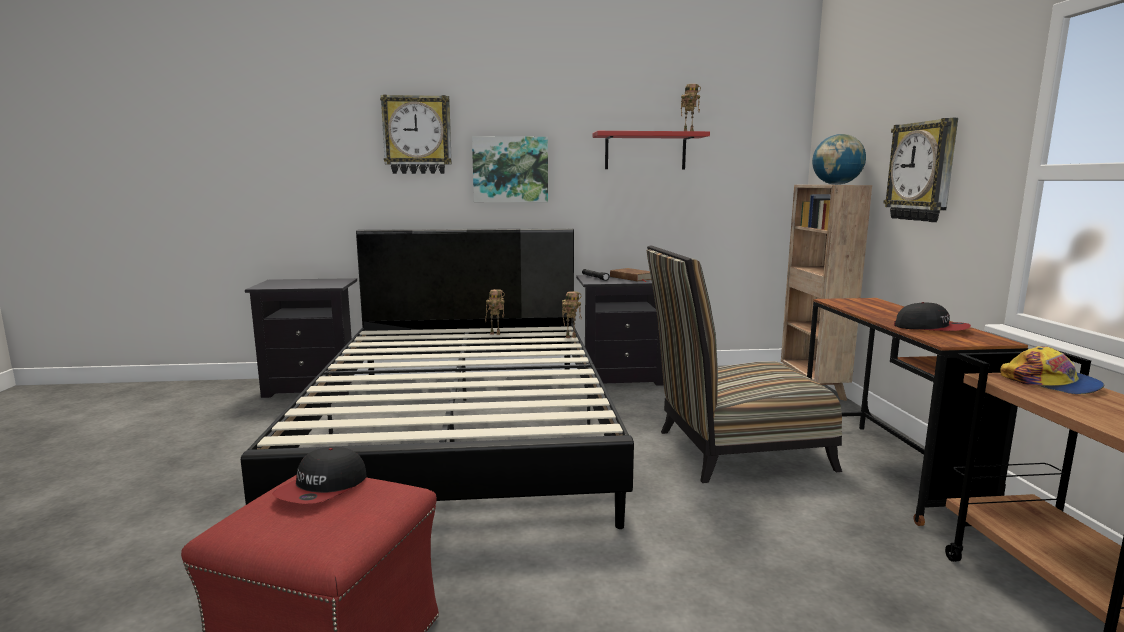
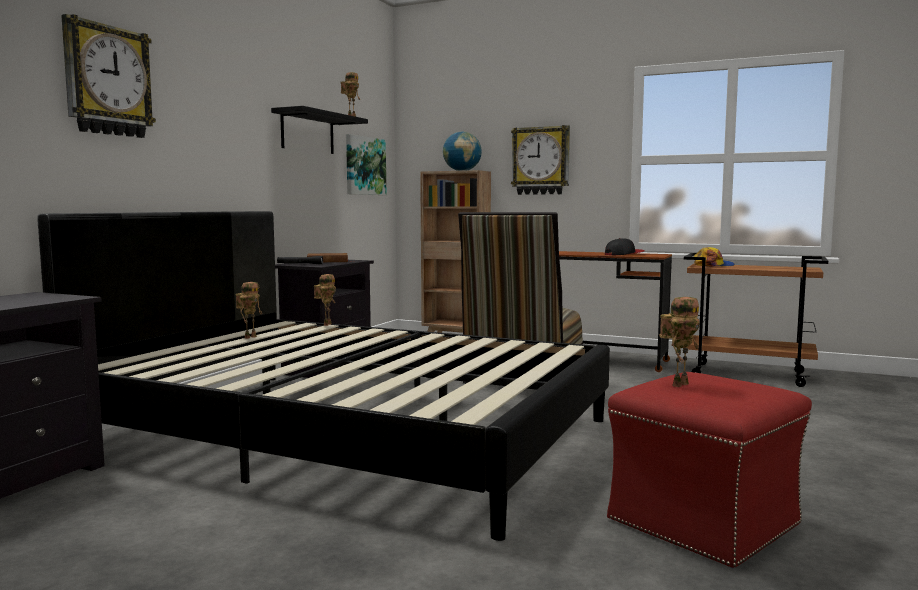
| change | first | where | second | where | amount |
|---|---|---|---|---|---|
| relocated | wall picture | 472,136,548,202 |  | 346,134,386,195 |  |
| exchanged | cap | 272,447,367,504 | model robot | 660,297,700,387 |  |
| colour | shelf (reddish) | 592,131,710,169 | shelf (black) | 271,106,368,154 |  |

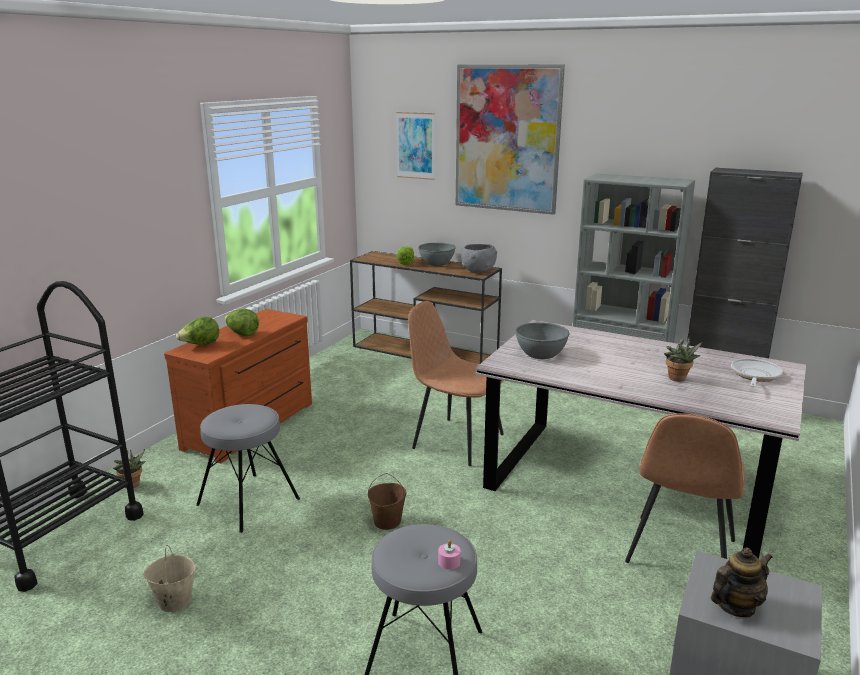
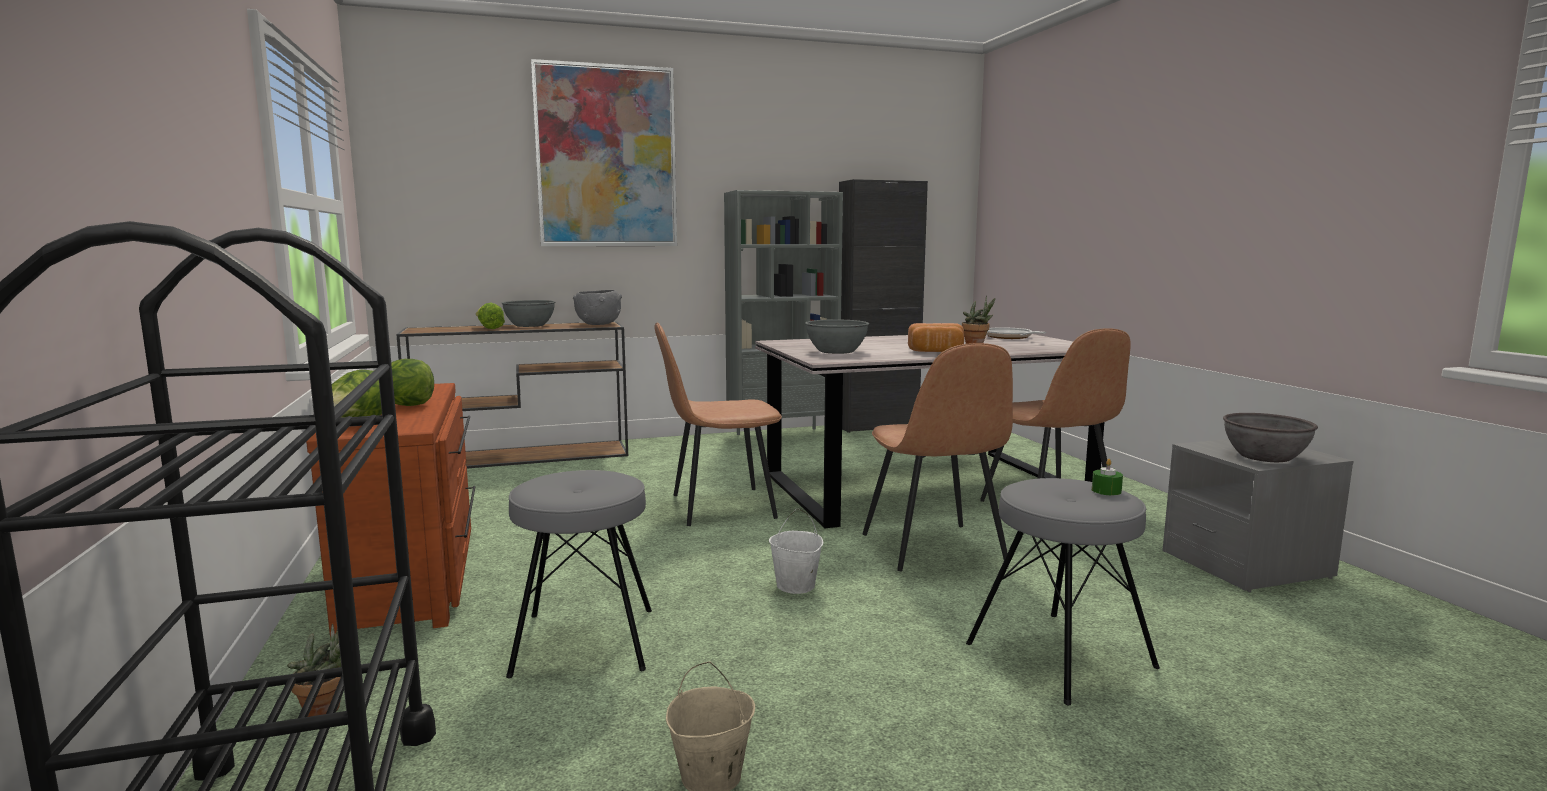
| change | first | where | second | where | amount |
|---|---|---|---|---|---|
| missing | wall picture | 396,112,434,180 |  |  |  |
| appeared |  |  | chair (brown-coloured) | 863,343,1013,572 |  |
| appeared |  |  | baked bread | 908,323,964,352 |  |
| exchanged | tea pot | 711,547,773,617 | serving bowl (grey) | 1223,413,1318,462 |  |
| colour | water bucket (brown-coloured) | 368,473,406,530 | water bucket (whitish) | 769,508,823,594 |  |
| colour | wax candle (pink) | 438,540,460,570 | wax candle (green) | 1092,459,1123,495 |  |

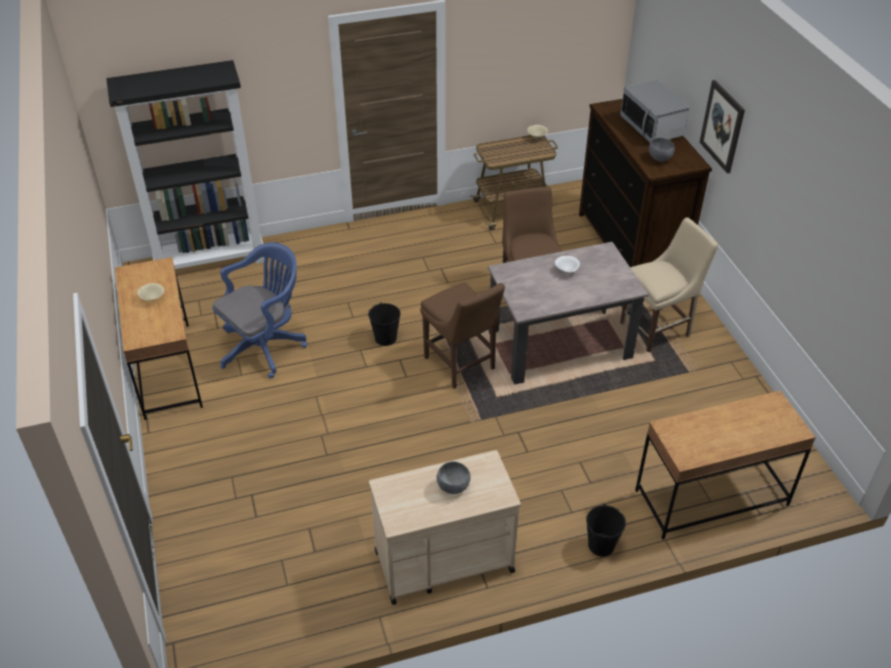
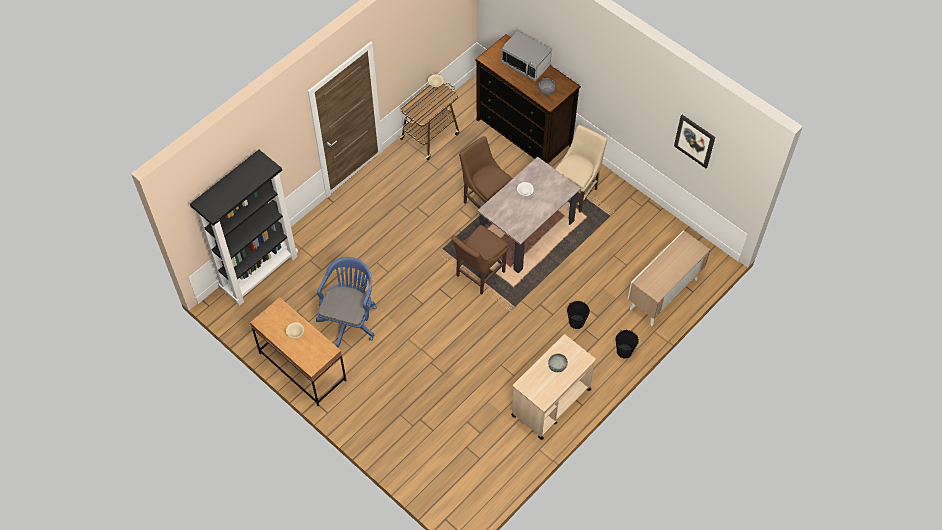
| change | first | where | second | where | amount |
|---|---|---|---|---|---|
| relocated | water bucket (black) | 368,302,400,346 |  | 567,301,590,329 |  |
| relocated | wall picture | 699,80,745,174 |  | 674,115,715,168 |  |
| exchanged | desk unit (brown-coloured) | 635,391,816,540 | cupboard | 628,230,710,326 |  |
| spun | chair (brown-coloured) | 420,282,505,389 |  | 451,225,508,295 | 105 degrees clockwise |

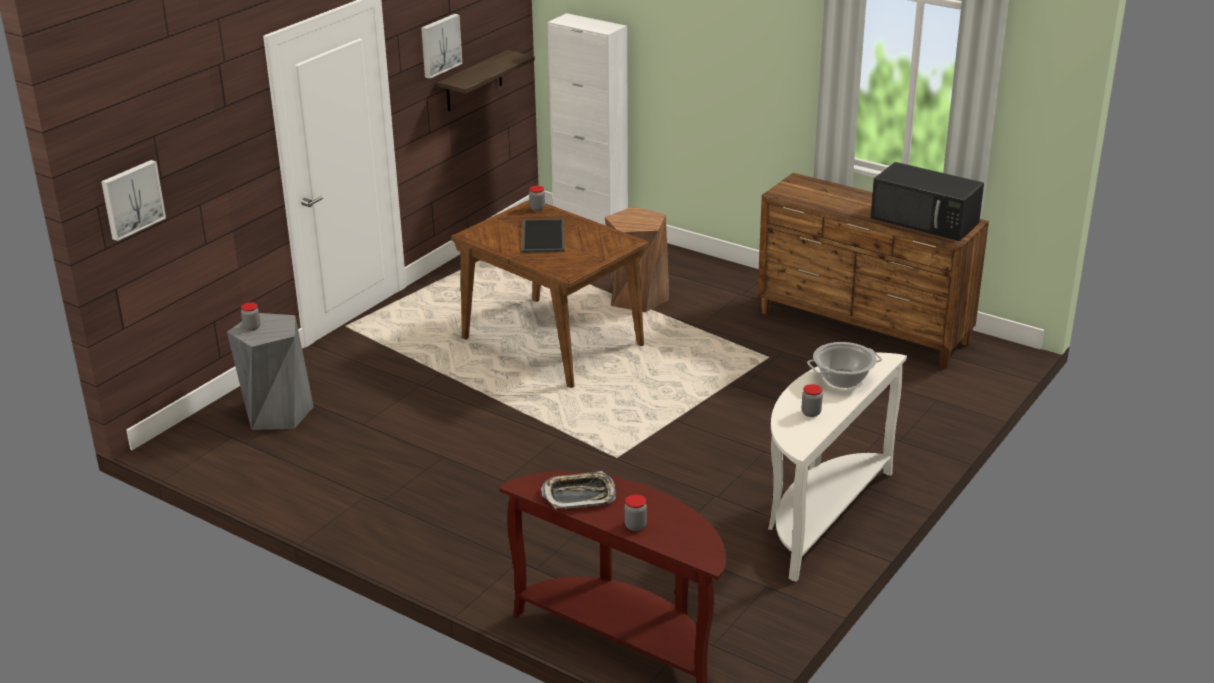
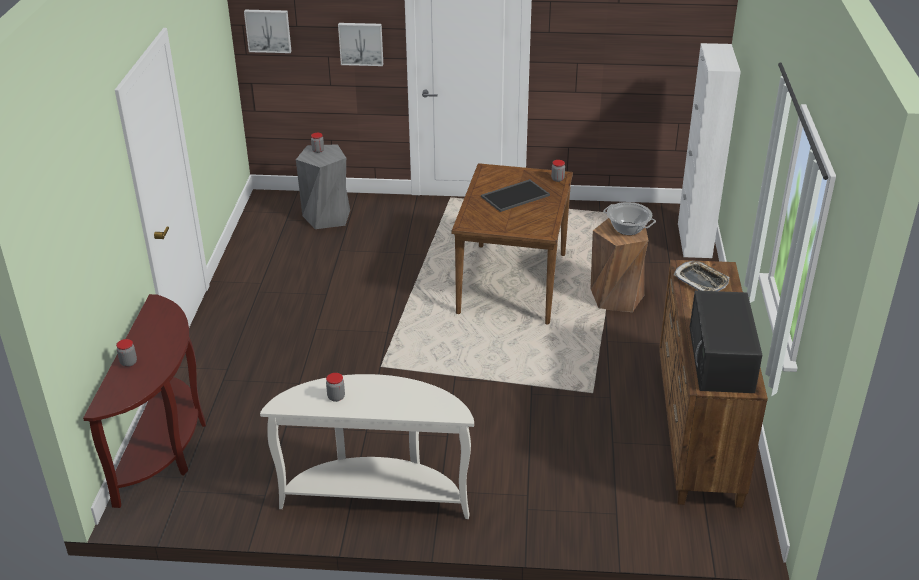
| change | first | where | second | where | amount |
|---|---|---|---|---|---|
| missing | shelf | 438,50,535,111 |  |  |  |
| relocated | wall picture | 421,14,462,79 |  | 338,23,383,66 |  |
| relocated | serving tray | 541,471,616,509 |  | 674,261,729,291 |  |
| relocated | stockpot | 807,342,882,388 |  | 603,202,656,235 |  |

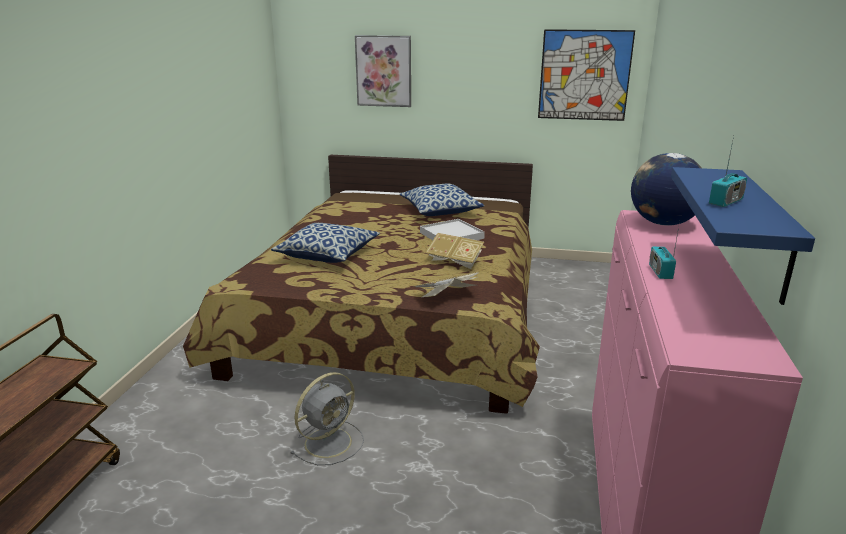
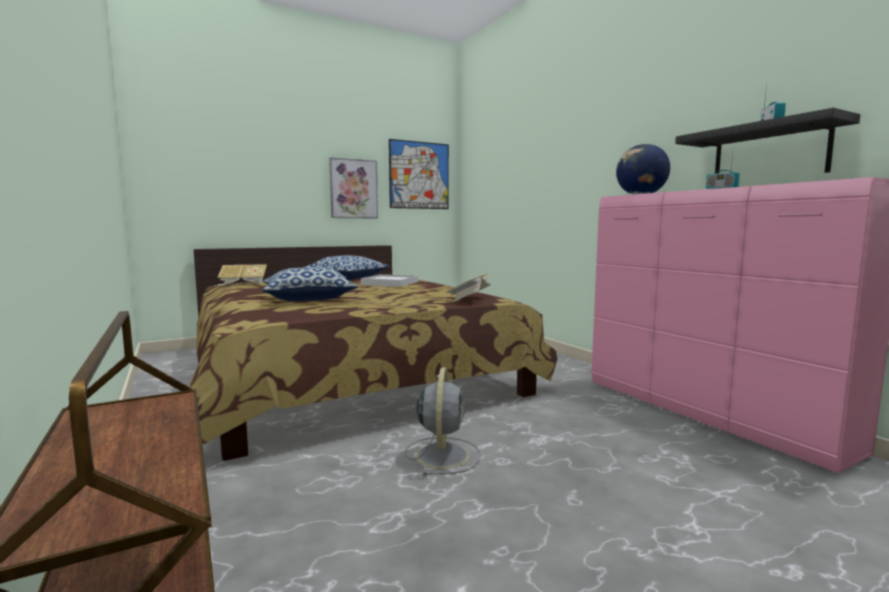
| change | first | where | second | where | amount |
|---|---|---|---|---|---|
| relocated | wall picture | 355,35,411,107 |  | 329,157,378,219 |  |
| relocated | book | 425,233,484,269 |  | 217,264,267,285 |  |
| colour | shelf (blue-coloured) | 671,167,815,305 | shelf (black) | 675,108,860,174 |  |

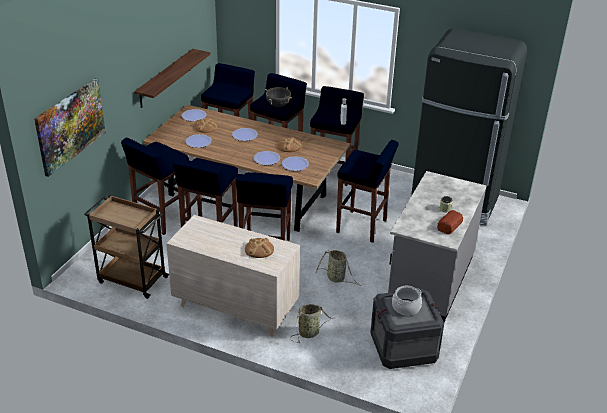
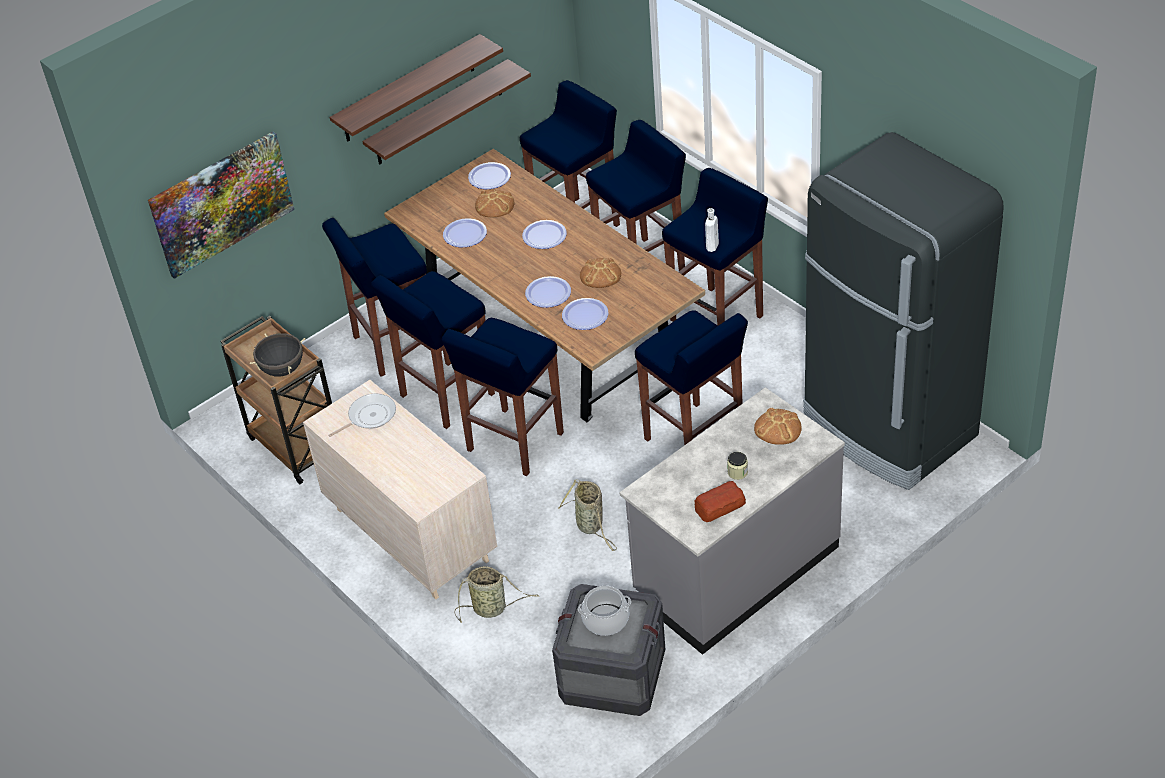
| change | first | where | second | where | amount |
|---|---|---|---|---|---|
| appeared |  |  | skillet | 328,394,396,437 |  |
| appeared |  |  | shelf | 330,34,503,141 |  |
| relocated | baked bread | 245,238,274,258 |  | 754,408,802,445 |  |
| relocated | stockpot (black) | 265,87,291,107 |  | 250,333,305,377 |  |

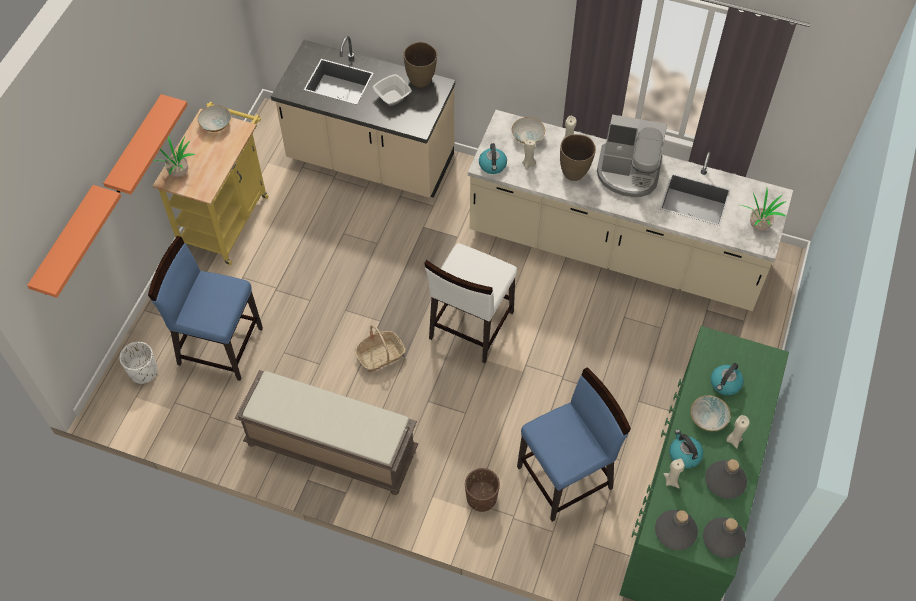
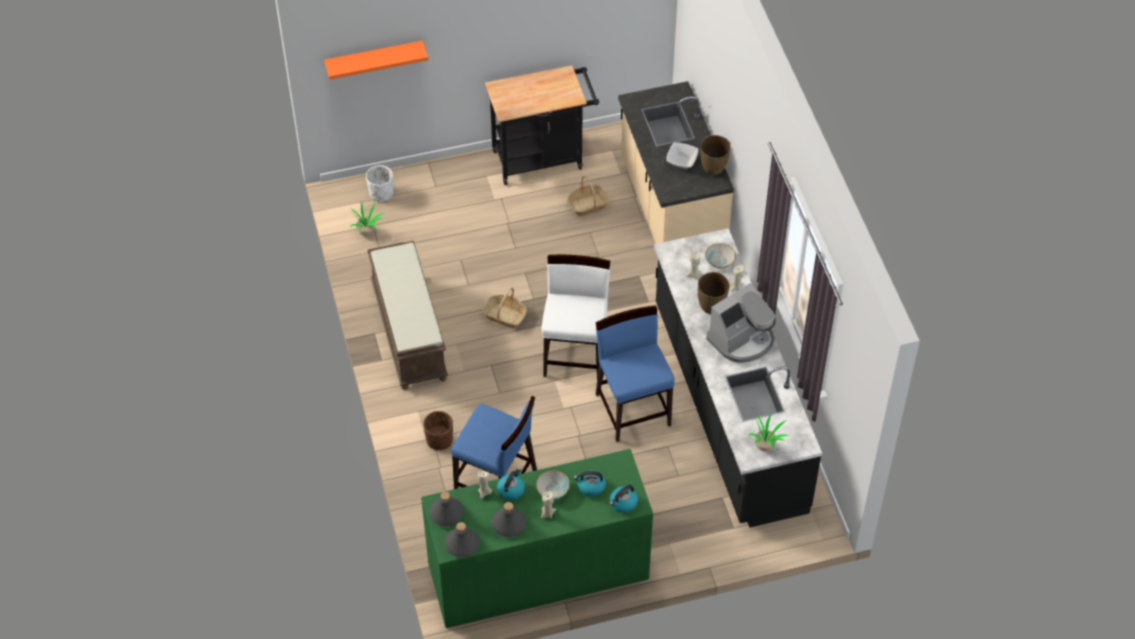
| change | first | where | second | where | amount |
|---|---|---|---|---|---|
| missing | shelf (orange) | 103,94,188,194 |  |  |  |
| missing | serving bowl | 198,105,231,132 |  |  |  |
| appeared |  |  | storage basket | 567,176,610,216 |  |
| relocated | chair (blue-coloured) | 148,236,263,381 |  | 596,305,675,442 |  |
| relocated | houseplant | 153,136,196,177 |  | 350,202,384,236 |  |
| relocated | kettle | 479,143,507,174 |  | 609,485,638,513 |  |
| colour | cart (yellow-coloured) | 153,102,269,265 | cart (black) | 485,65,599,185 |  |
| colour | kitchen counter (beige-coloured) | 468,110,793,311 | kitchen counter (black) | 654,228,822,528 |  |
| spun | chair (whitish) | 424,243,517,363 |  | 541,255,610,378 | 105 degrees clockwise |
| spun | coffee brewer | 597,114,667,197 |  | 706,283,776,363 | 105 degrees counterclockwise |

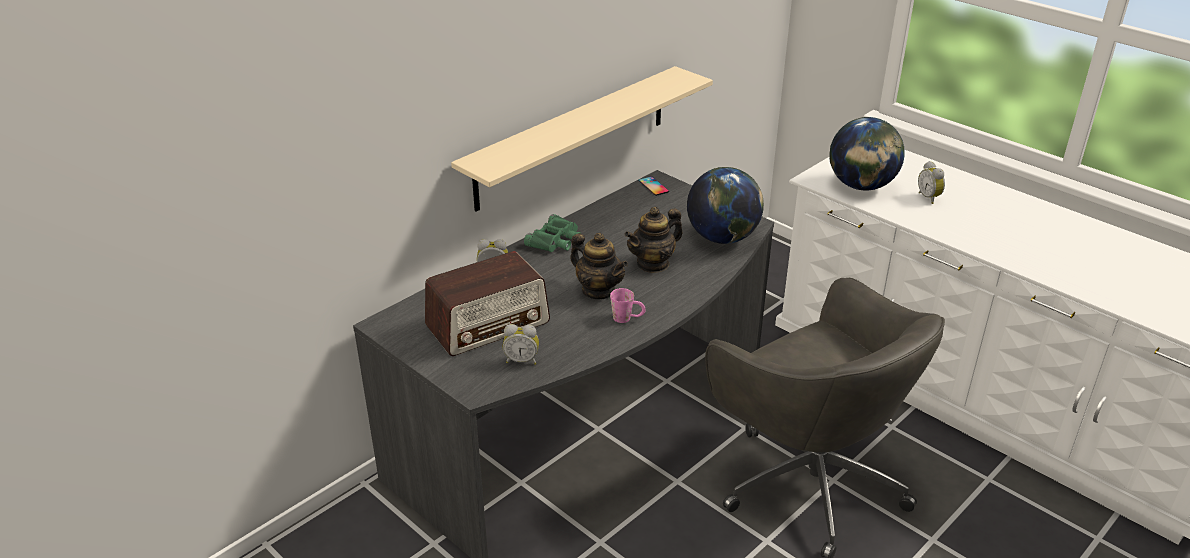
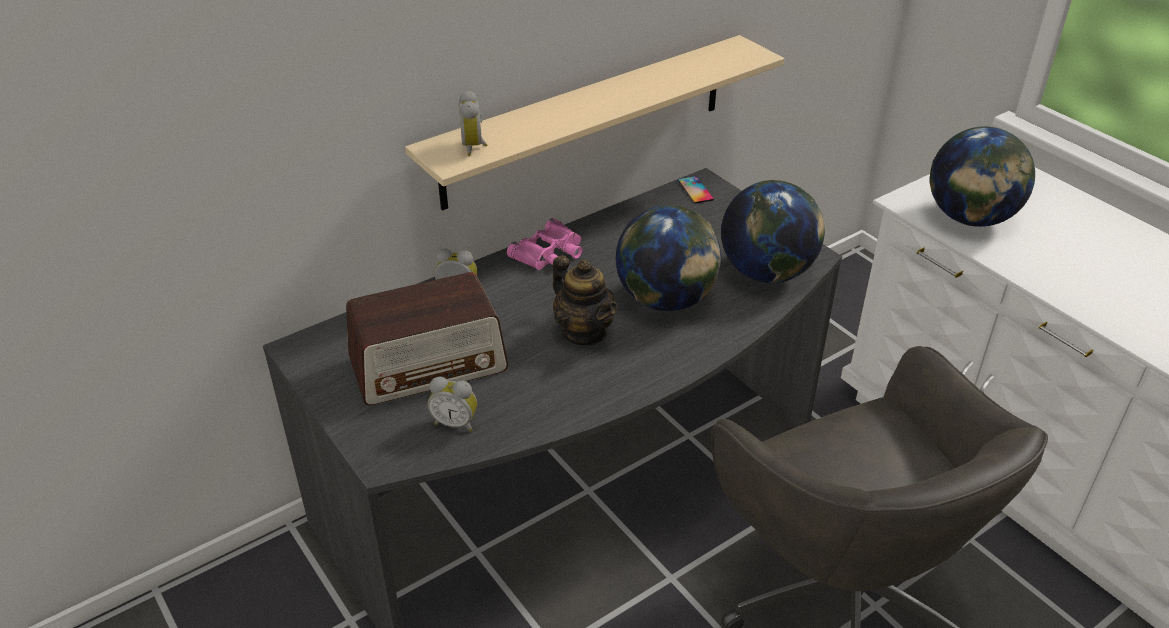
| change | first | where | second | where | amount |
|---|---|---|---|---|---|
| missing | tea mug (pink) | 610,288,646,323 |  |  |  |
| relocated | alarm clock | 918,161,945,204 |  | 459,90,487,156 |  |
| exchanged | tea pot | 624,207,683,273 | desk globe | 616,205,721,311 |  |
| colour | binoculars (green) | 524,214,581,252 | binoculars (pink) | 507,218,582,270 |  |

